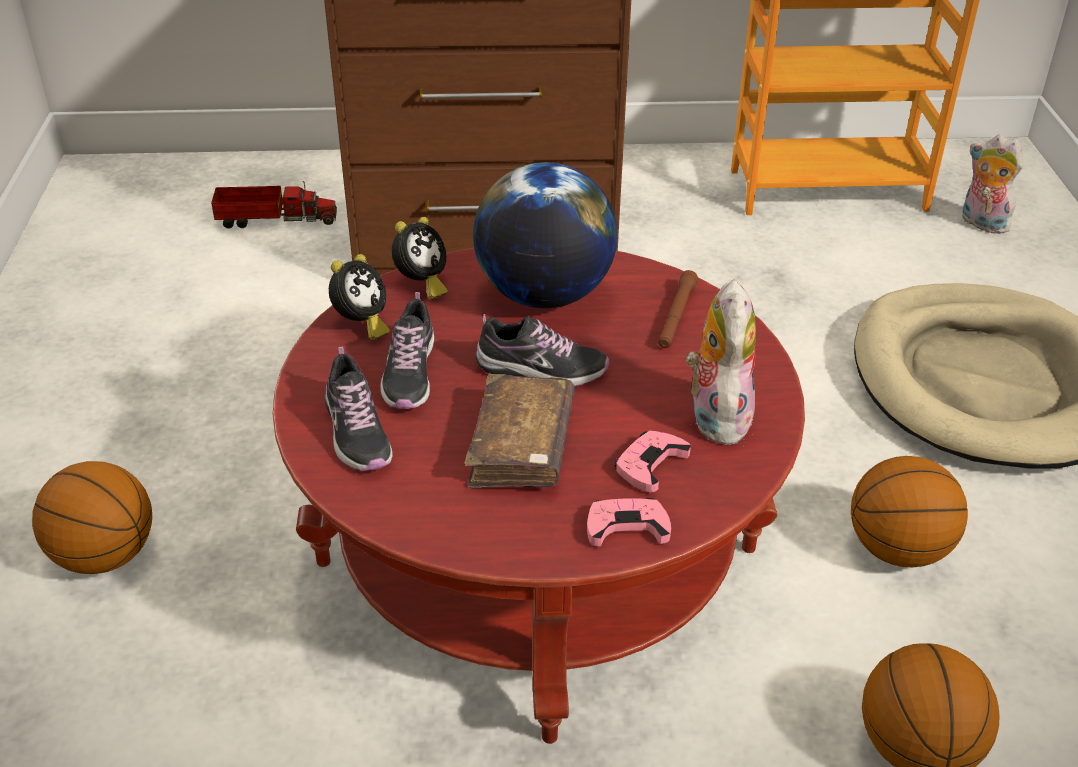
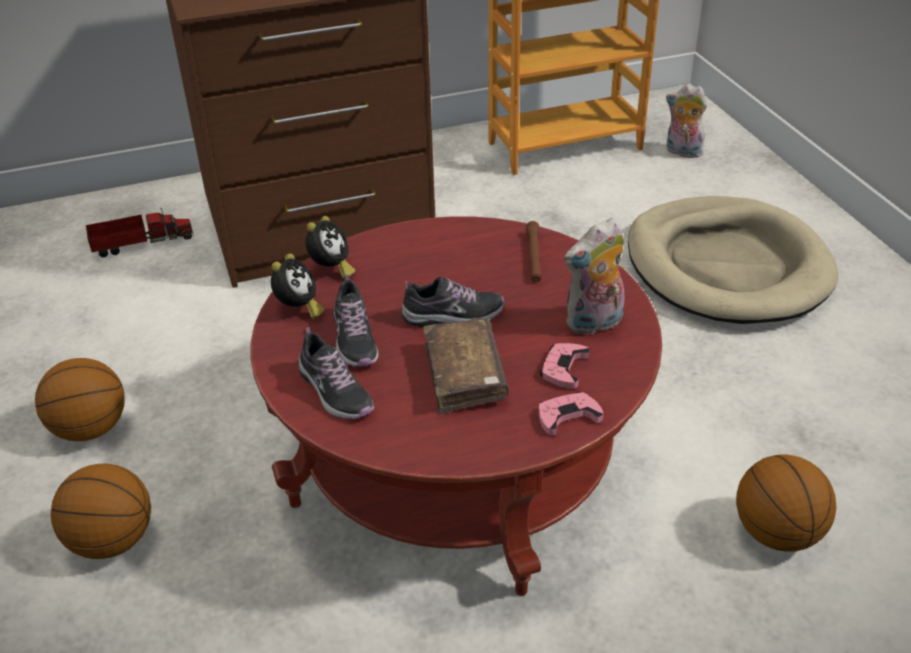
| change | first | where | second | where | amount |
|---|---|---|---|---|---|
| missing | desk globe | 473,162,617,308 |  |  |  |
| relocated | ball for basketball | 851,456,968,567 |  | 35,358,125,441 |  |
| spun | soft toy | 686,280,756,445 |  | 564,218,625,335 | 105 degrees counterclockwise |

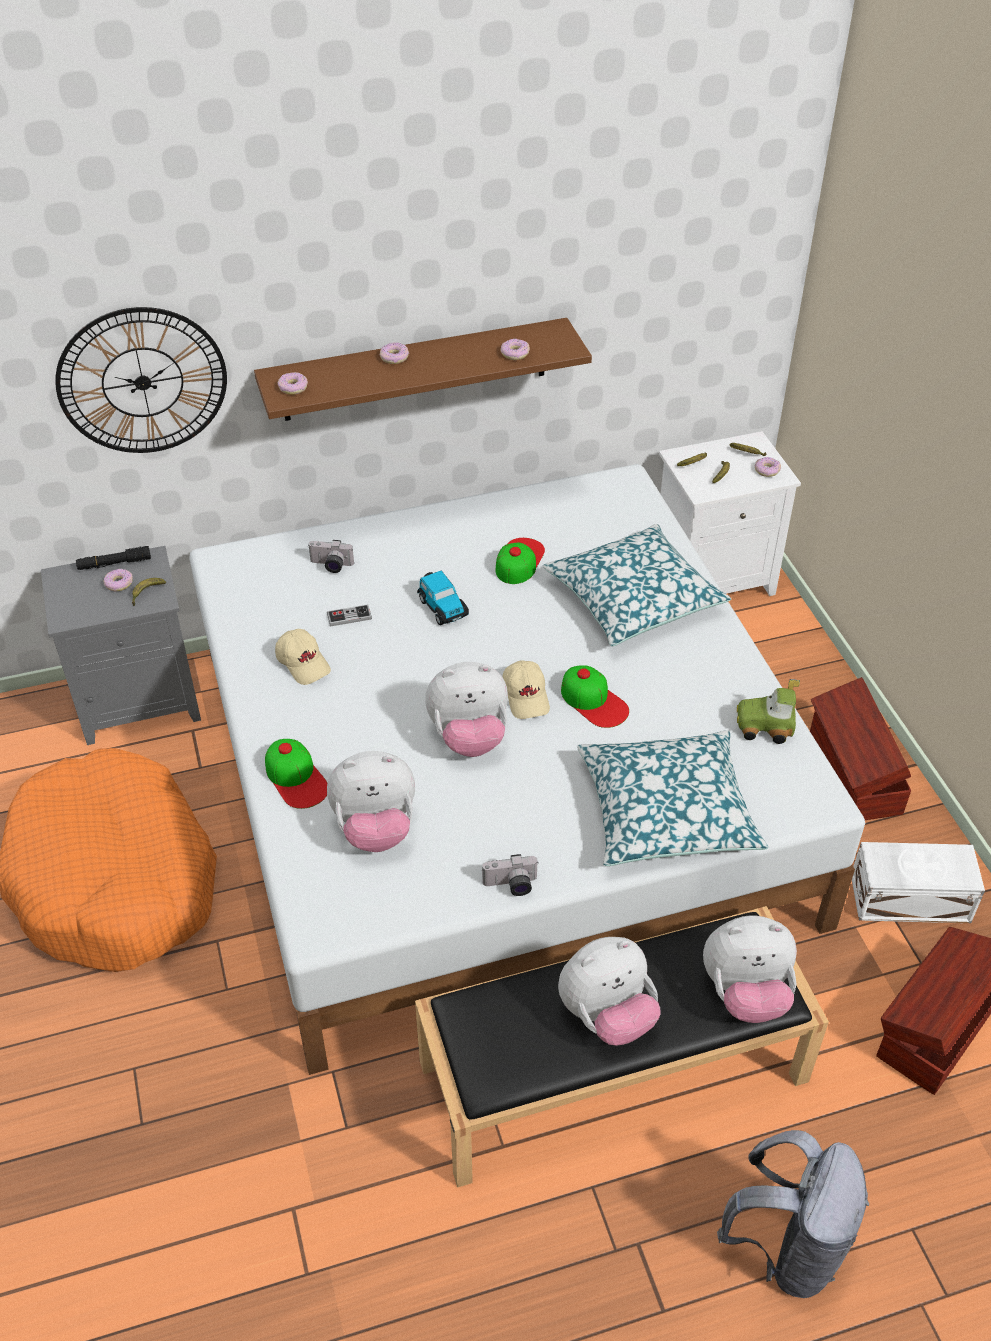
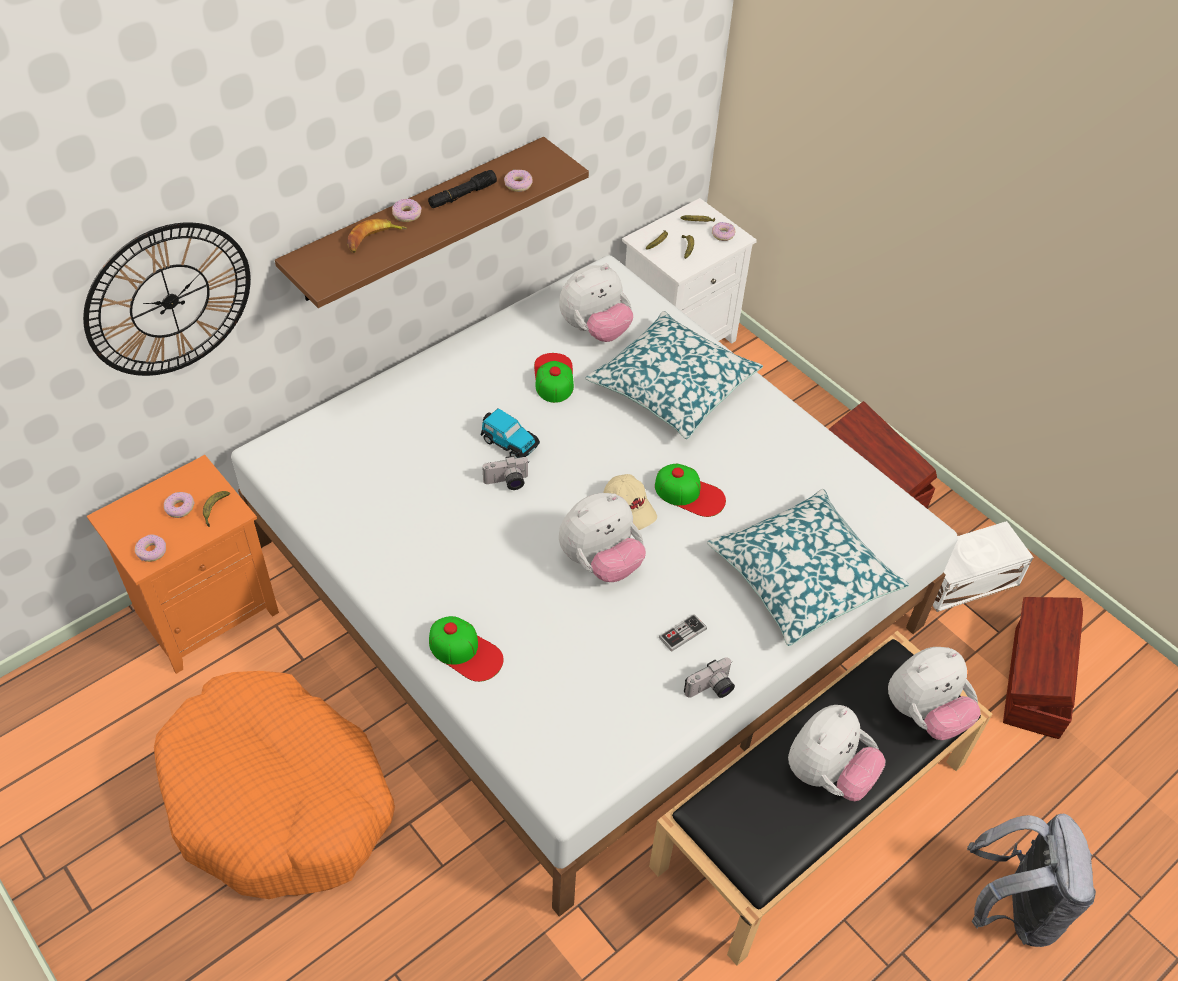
| change | first | where | second | where | amount |
|---|---|---|---|---|---|
| missing | cap (beige-coloured) | 275,629,331,685 |  |  |  |
| missing | toy car | 737,679,800,744 |  |  |  |
| appeared |  |  | banana | 347,219,407,253 |  |
| relocated | torch (black) | 76,546,151,570 |  | 428,170,497,208 |  |
| relocated | doughnut | 278,372,308,395 |  | 135,535,166,562 |  |
| relocated | photo camera | 308,540,354,573 |  | 482,456,529,490 |  |
| relocated | gamepad | 327,604,372,627 |  | 659,614,707,652 |  |
| relocated | soft toy | 327,751,415,852 |  | 559,264,633,342 |  |
| colour | nightstand (grey) | 41,546,201,745 | nightstand (orange) | 87,455,279,674 |  |

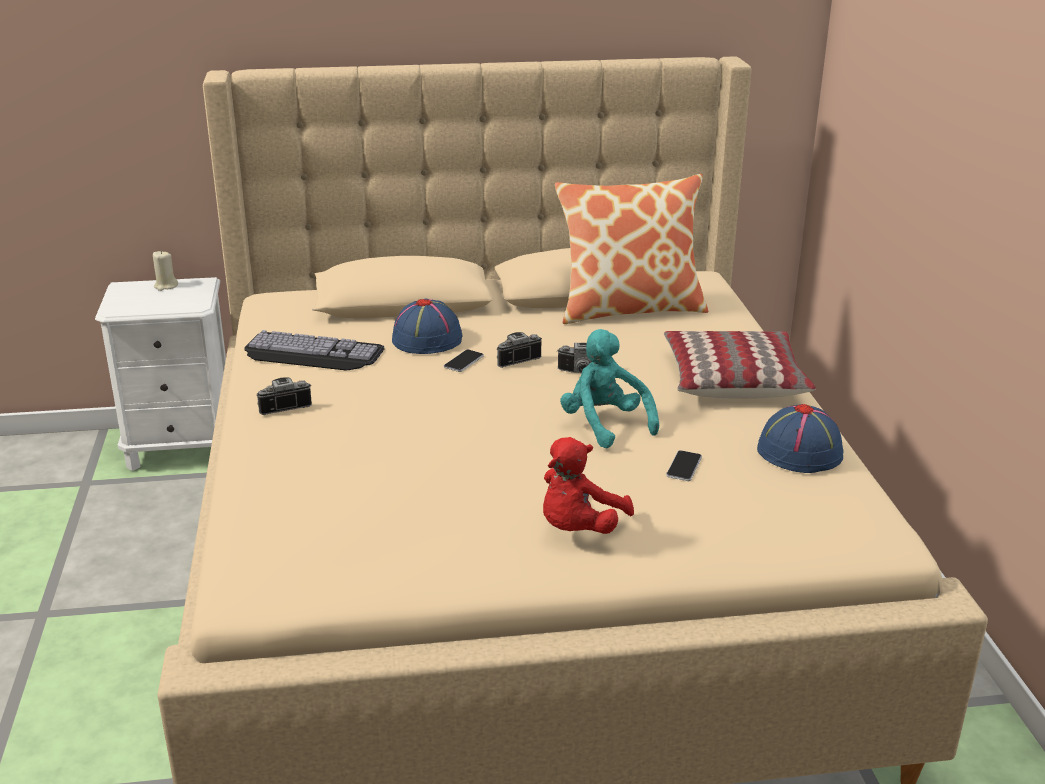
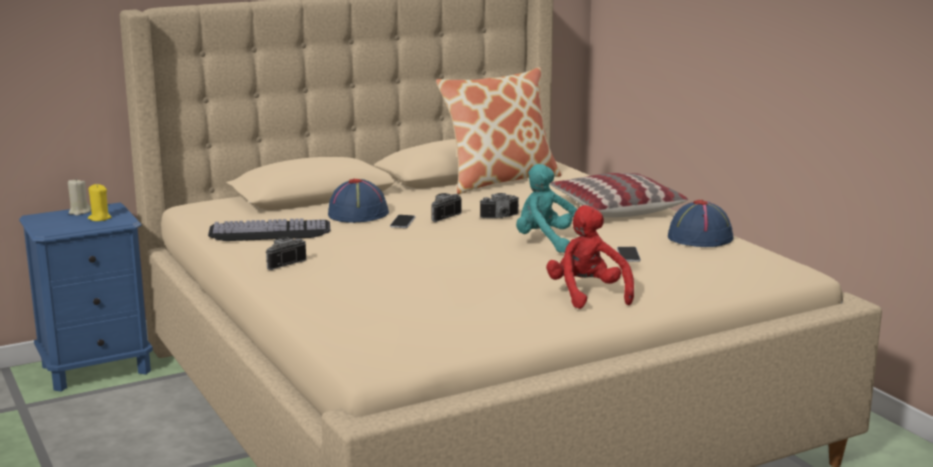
| change | first | where | second | where | amount |
|---|---|---|---|---|---|
| appeared |  |  | wax candle (yellow-coloured) | 88,184,111,221 |  |
| colour | nightstand (whitish) | 95,277,226,471 | nightstand (blue-coloured) | 19,202,153,392 |  |
| spun | soft toy (reddish) | 543,437,634,534 |  | 546,205,634,309 | 150 degrees clockwise |

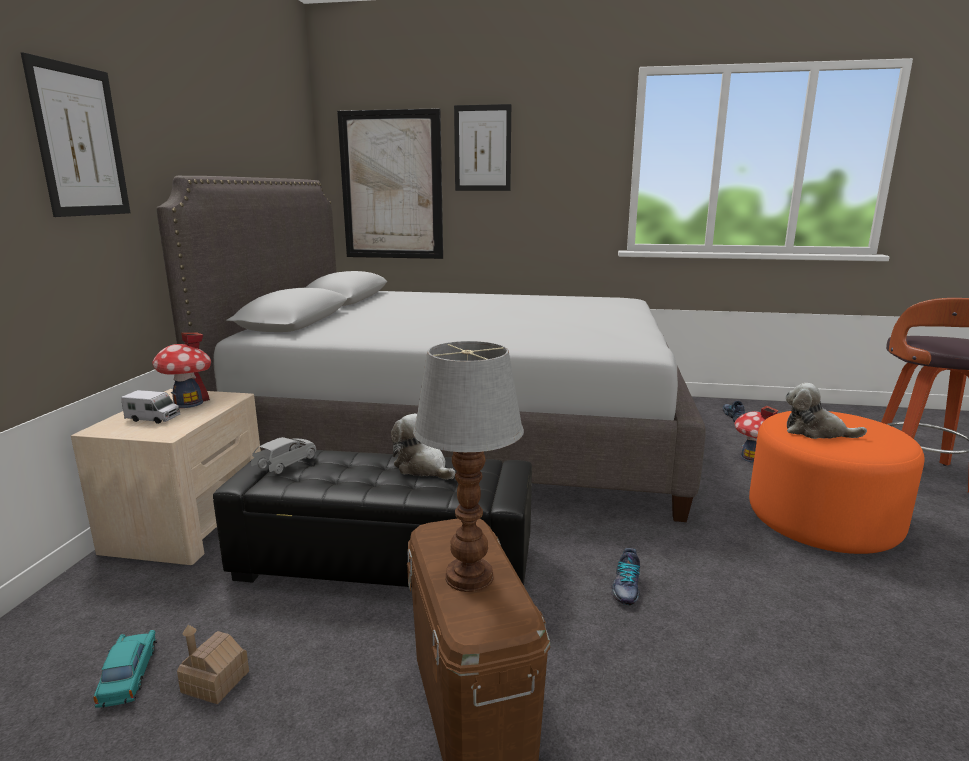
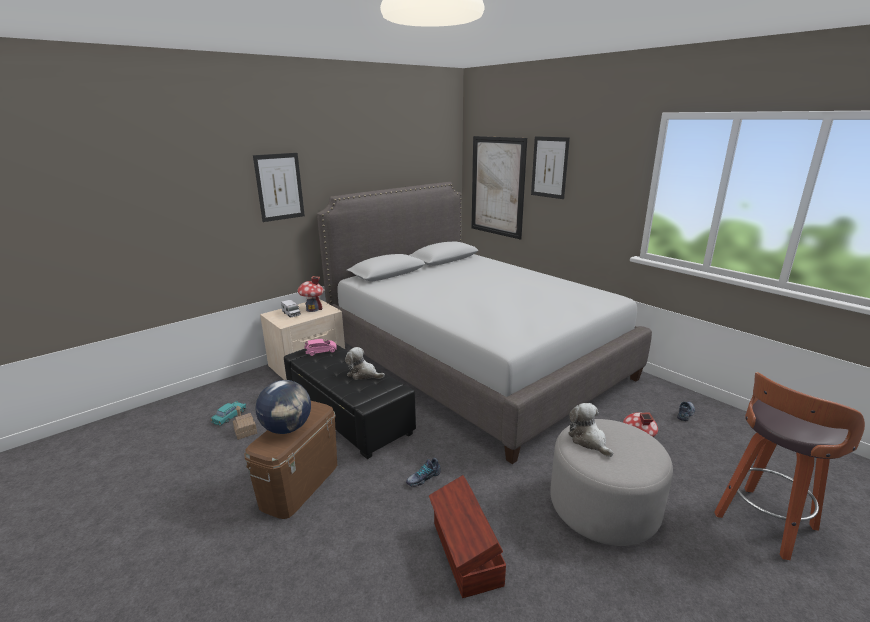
| change | first | where | second | where | amount |
|---|---|---|---|---|---|
| appeared |  |  | storage bin (brown-coloured) | 429,475,506,598 |  |
| exchanged | tabletop lamp | 413,341,524,592 | desk globe | 255,380,311,434 |  |
| colour | toy car (grey) | 251,437,316,474 | toy car (pink) | 304,339,337,356 |  |
| colour | ottoman (orange) | 749,411,925,554 | ottoman (grey) | 550,419,673,546 |  |
| spun | soft toy | 391,414,455,480 |  | 345,347,385,380 | 60 degrees counterclockwise |

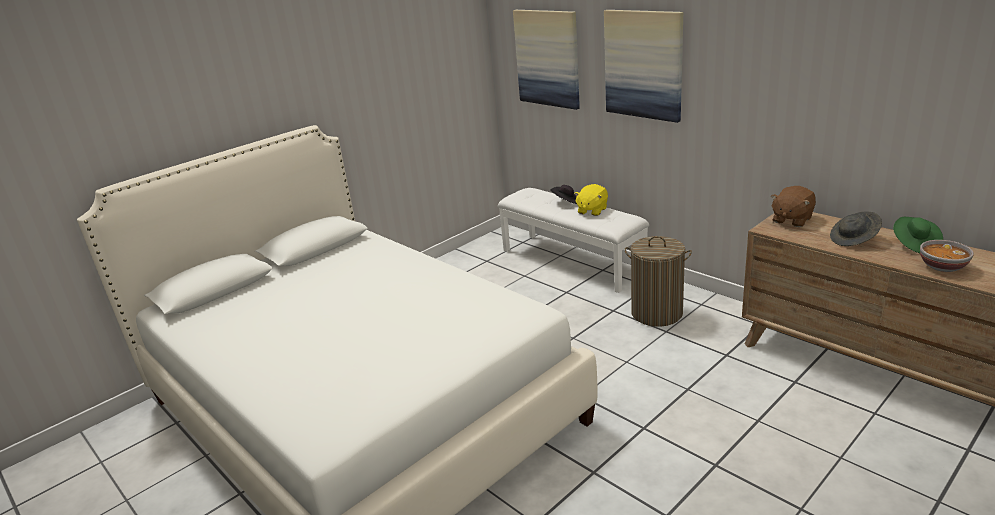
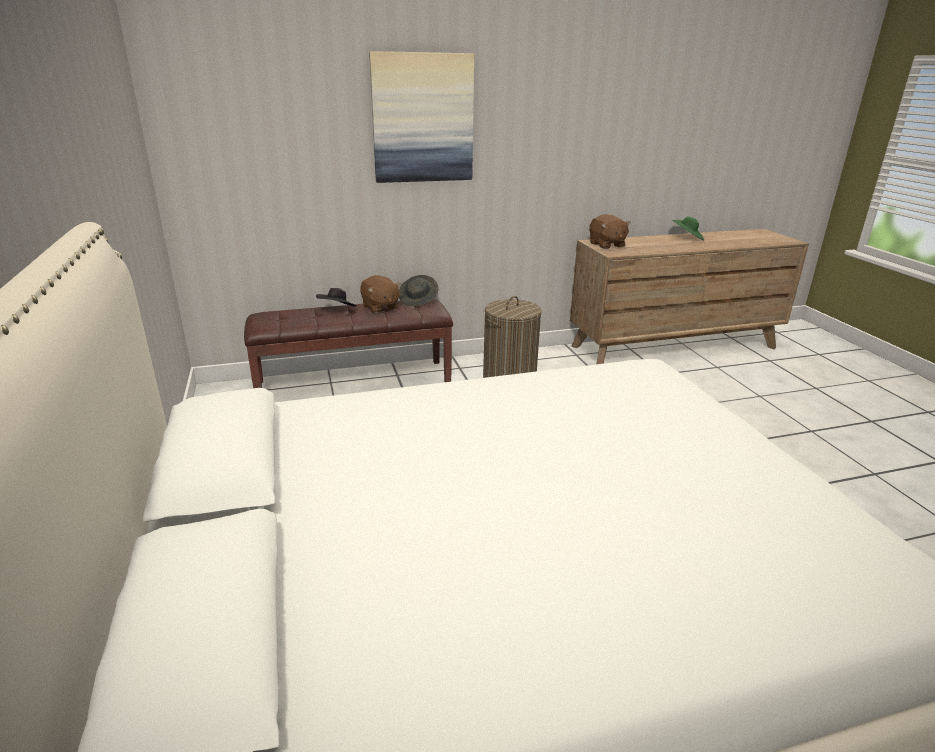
| change | first | where | second | where | amount |
|---|---|---|---|---|---|
| missing | wall picture | 513,10,580,110 |  |  |  |
| missing | serving bowl | 920,240,974,272 |  |  |  |
| relocated | hat (grey) | 830,211,882,246 |  | 399,275,439,306 |  |
| colour | long seat (whitish) | 498,188,649,293 | long seat (brown-coloured) | 244,299,453,388 |  |
| colour | soft toy (yellow-coloured) | 574,184,608,216 | soft toy (brown-coloured) | 360,275,401,313 |  |

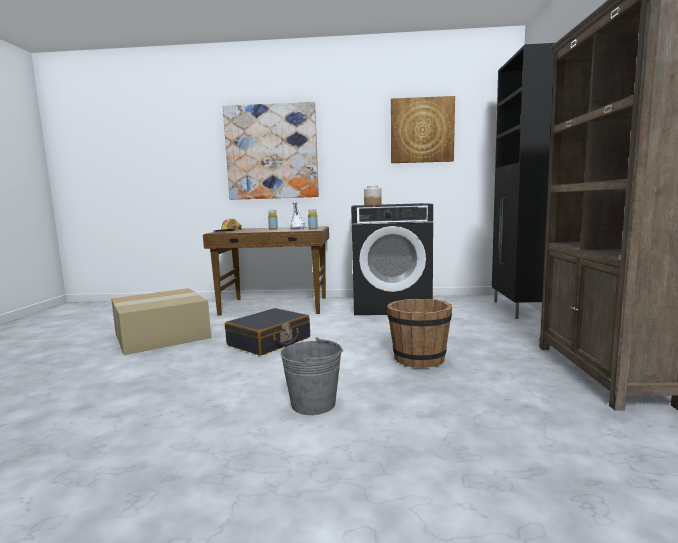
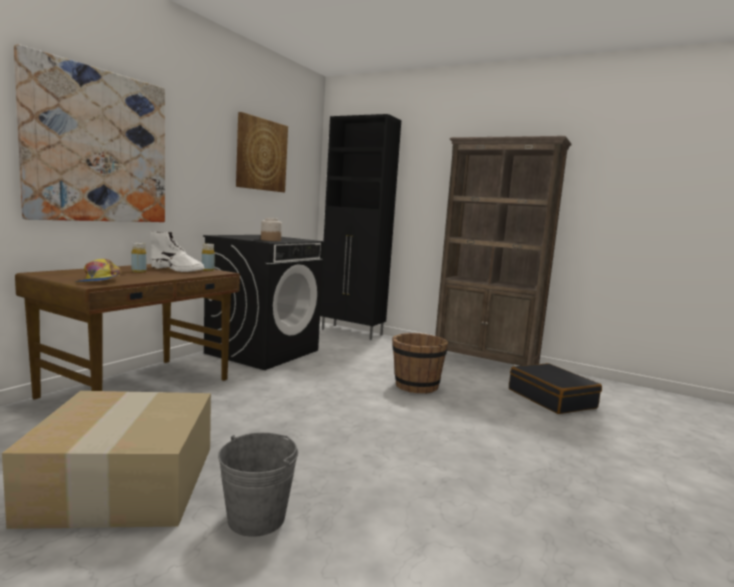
| change | first | where | second | where | amount |
|---|---|---|---|---|---|
| relocated | travel case (black) | 225,308,310,356 |  | 509,363,602,414 |  |
| relocated | water bucket (grey) | 280,337,343,415 |  | 218,432,298,537 |  |

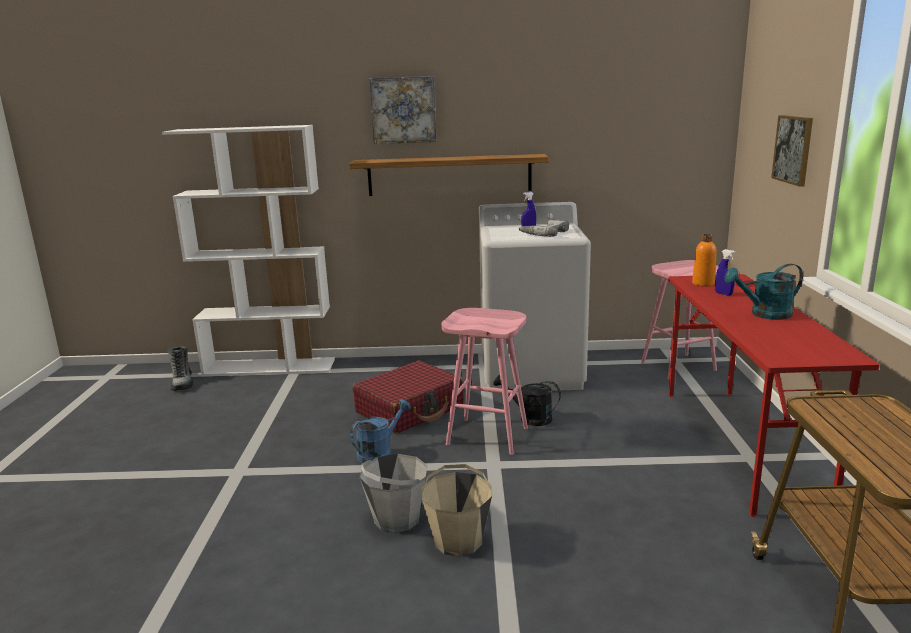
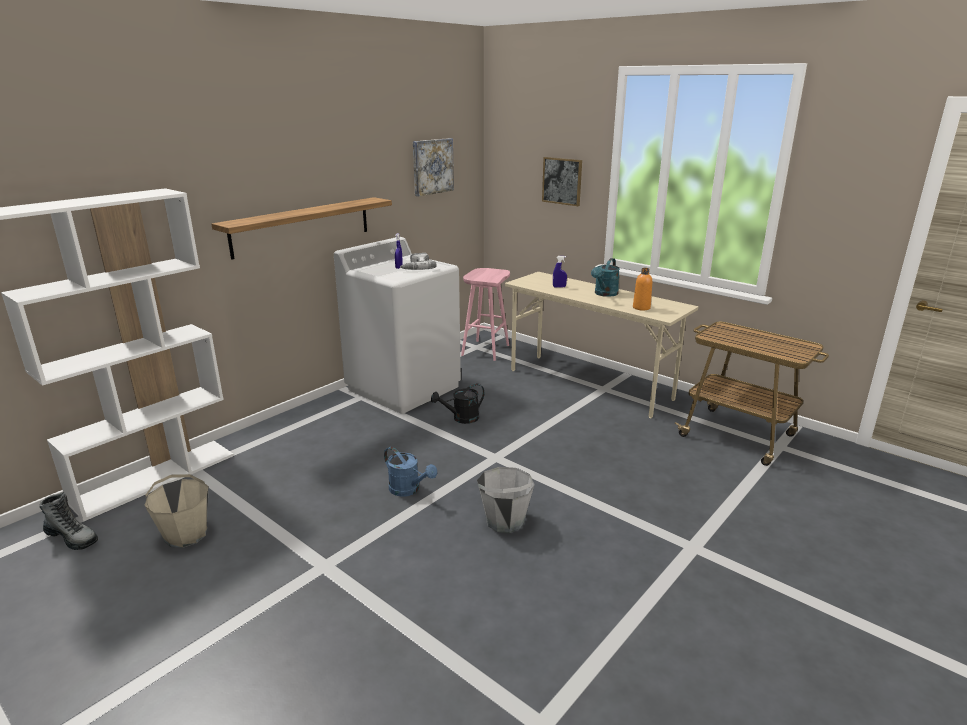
| change | first | where | second | where | amount |
|---|---|---|---|---|---|
| missing | travel case (reddish) | 353,361,463,433 |  |  |  |
| missing | stool (pink) | 441,308,528,455 |  |  |  |
| relocated | wall picture | 369,76,436,144 |  | 413,138,454,197 |  |
| relocated | water bucket (beige-coloured) | 422,464,492,557 |  | 144,474,209,548 |  |
| relocated | bottle (orange) | 692,234,717,287 |  | 633,268,652,311 |  |
| colour | desk unit (reddish) | 668,274,880,517 | desk unit (beige-coloured) | 505,272,698,418 |  |
| spun | sprinkling can (blue-coloured) | 350,399,411,463 |  | 384,447,437,497 | 135 degrees clockwise |

